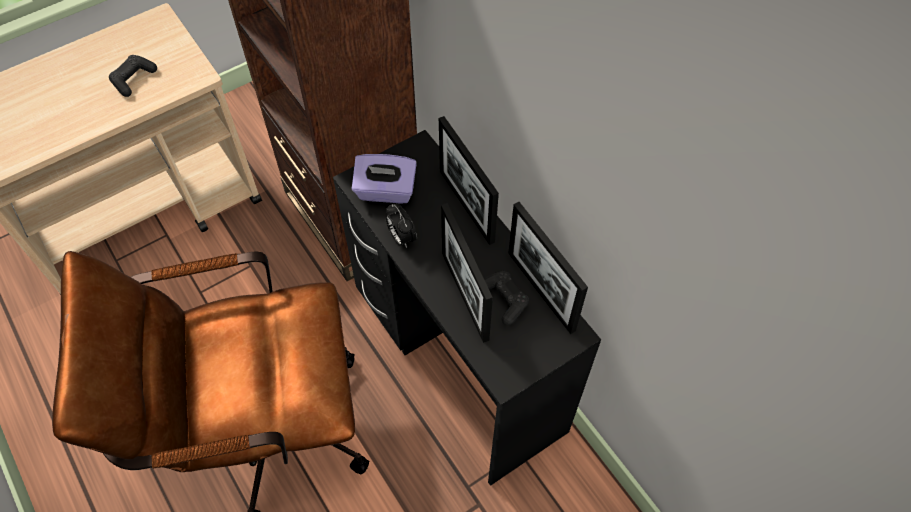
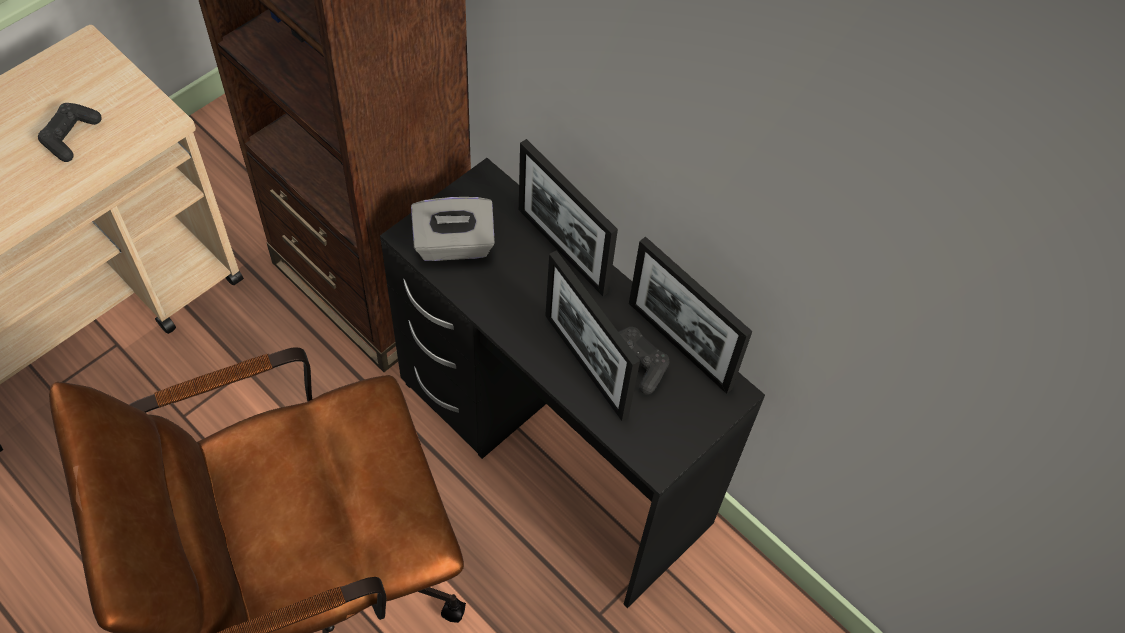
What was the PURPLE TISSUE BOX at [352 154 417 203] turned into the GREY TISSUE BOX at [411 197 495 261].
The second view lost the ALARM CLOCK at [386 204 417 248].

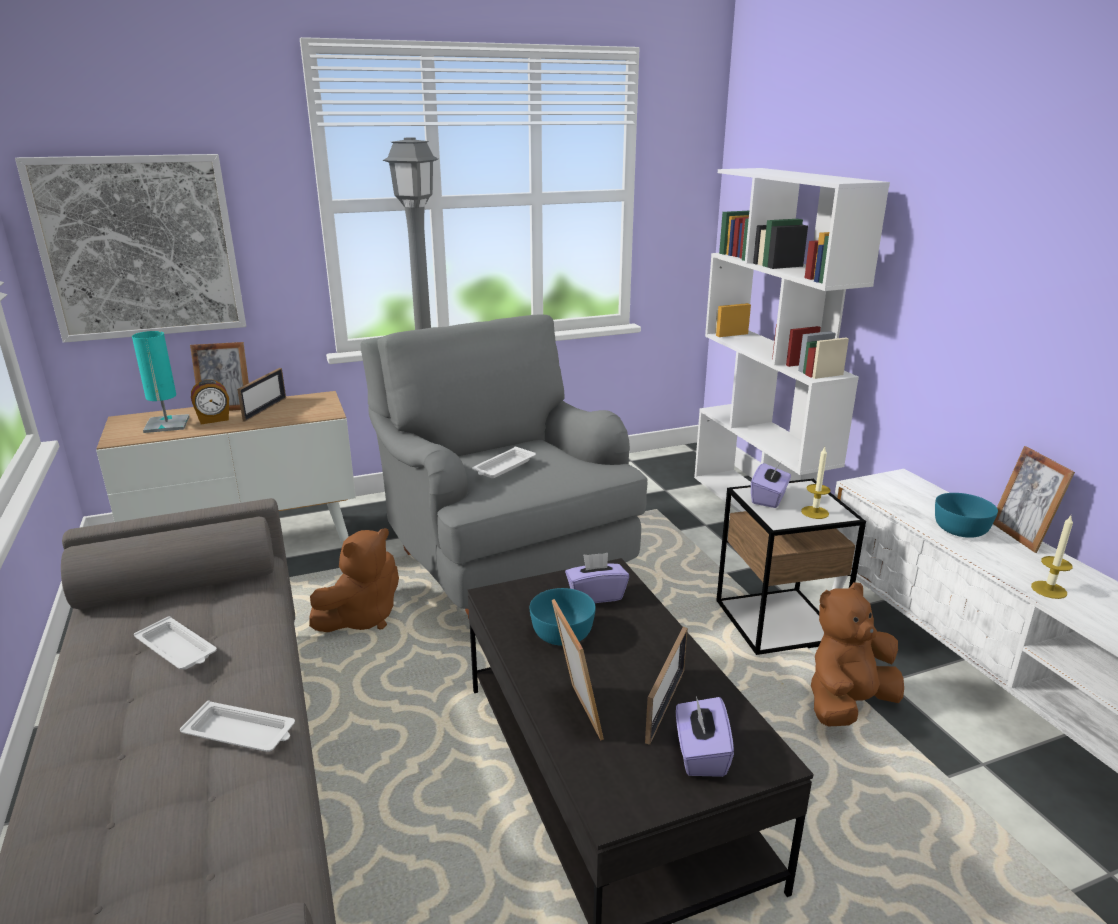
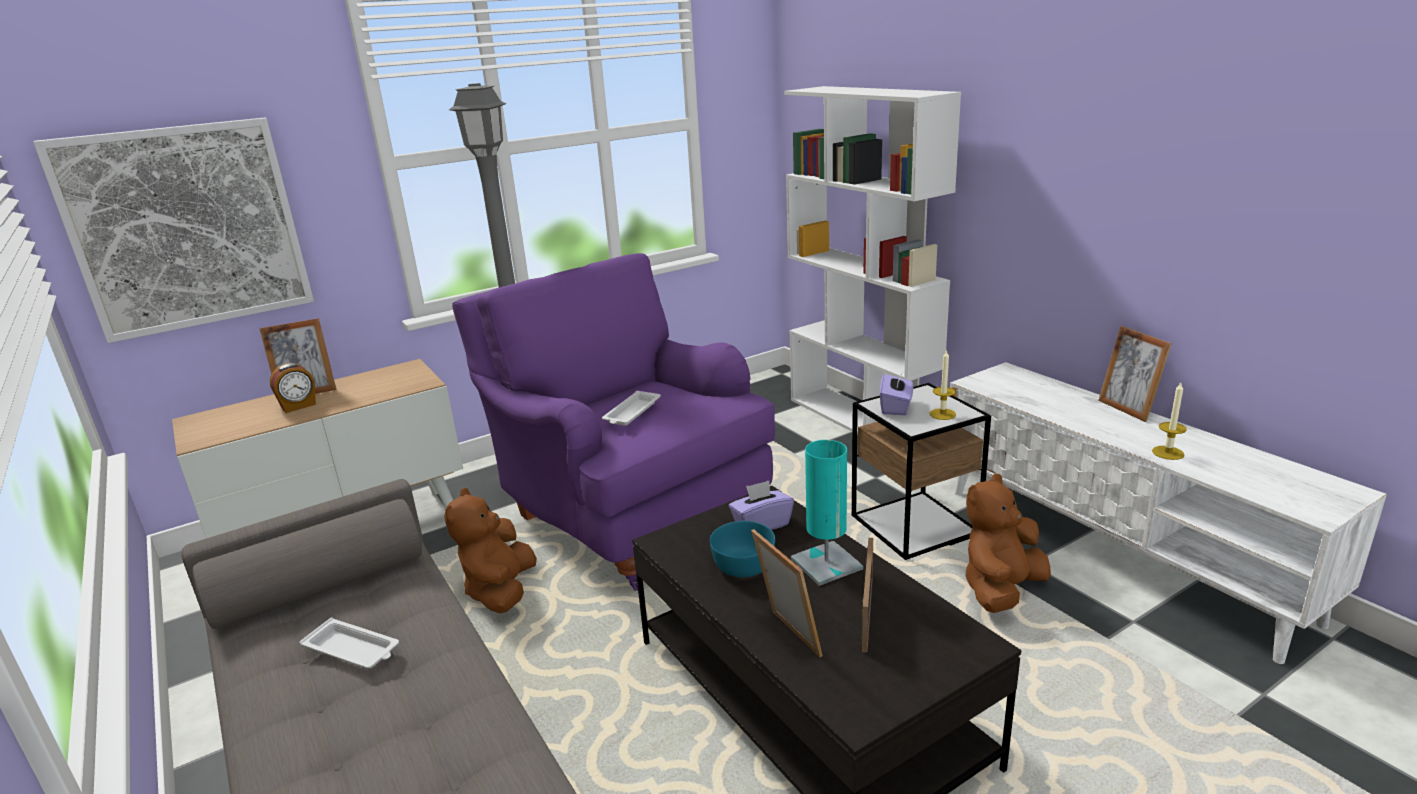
The BROWN PLUSH TOY at [309 528 399 632] ended up facing another way, 150 degrees clockwise from before.
What was the GREY ARMCHAIR at [361 314 648 619] turned into the PURPLE ARMCHAIR at [452 253 775 591].
The TURQUOISE TABLE LAMP ended up elsewhere, having gone from [132 331 190 433] to [791 440 863 586].
The second view lost the WHITE TRAY at [180 700 295 752].
The second view lost the PICTURE FRAME at [237 368 286 422].
The second view lost the PURPLE TISSUE BOX at [676 696 734 777].
The second view lost the TURQUOISE BOWL at [935 493 998 538].

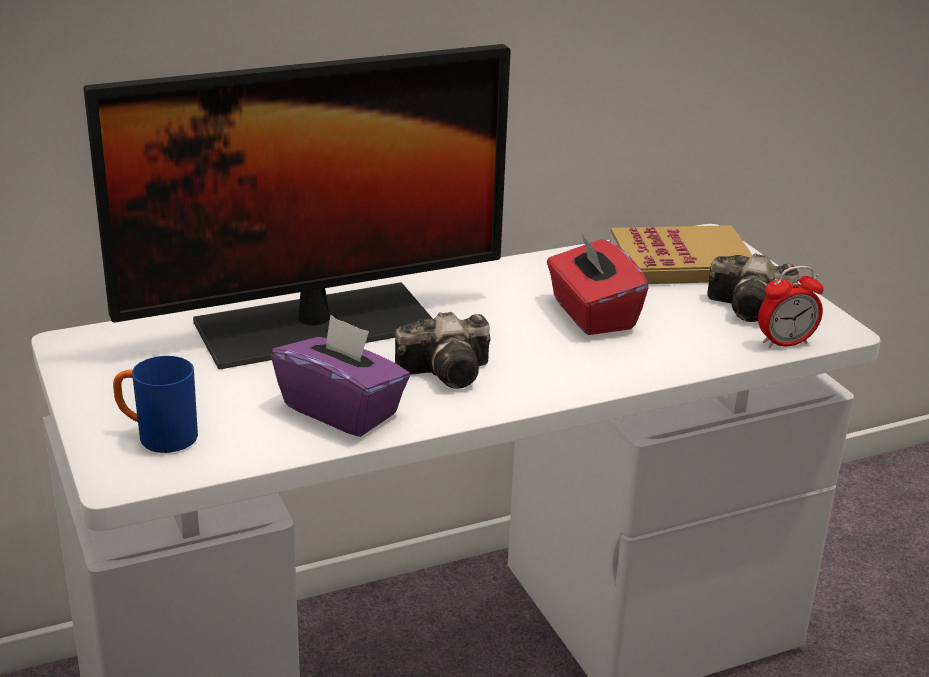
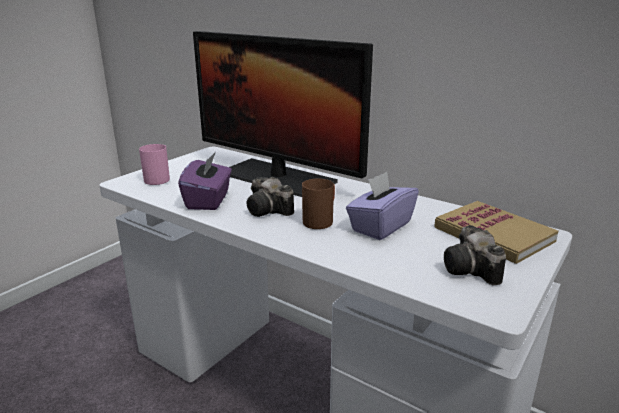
What was the BLUE MUG at [113 356 198 453] turned into the PINK MUG at [139 144 170 185].
The second view gained the BROWN MUG at [302 179 335 229].
What was the RED TISSUE BOX at [547 232 649 335] turned into the PURPLE TISSUE BOX at [346 172 419 240].
The second view lost the ALARM CLOCK at [758 266 824 349].

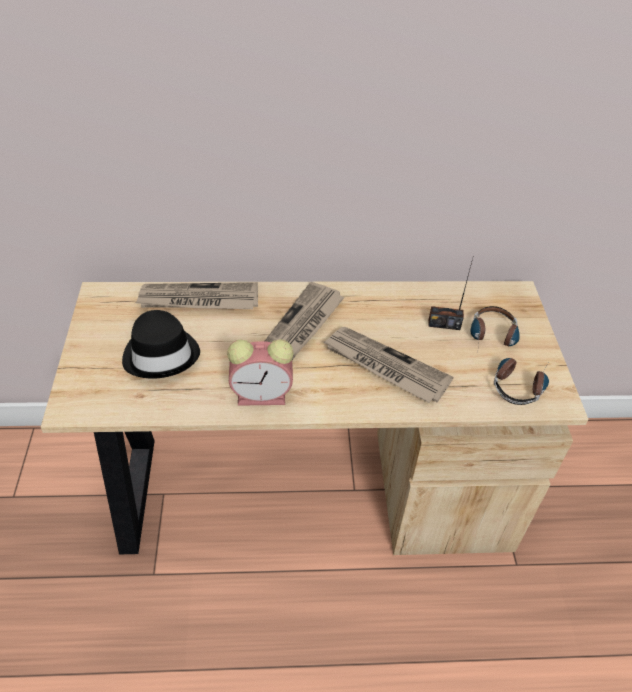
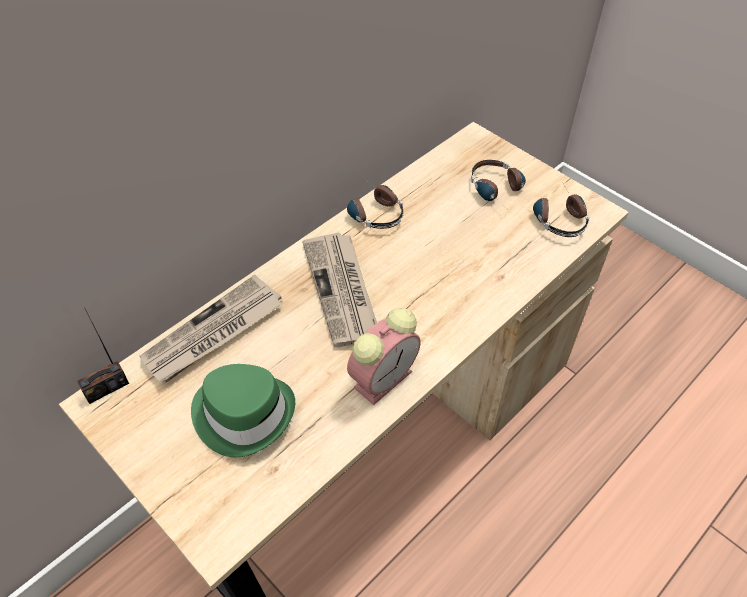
The RADIO ended up elsewhere, having gone from [428 258 473 330] to [77 309 129 404].
What was the BLACK HAT at [122 310 200 379] turned into the GREEN HAT at [191 364 295 457].
The second view gained the HEADPHONES at [347 179 404 229].
The second view lost the NEWSPAPER at [323 327 453 403].

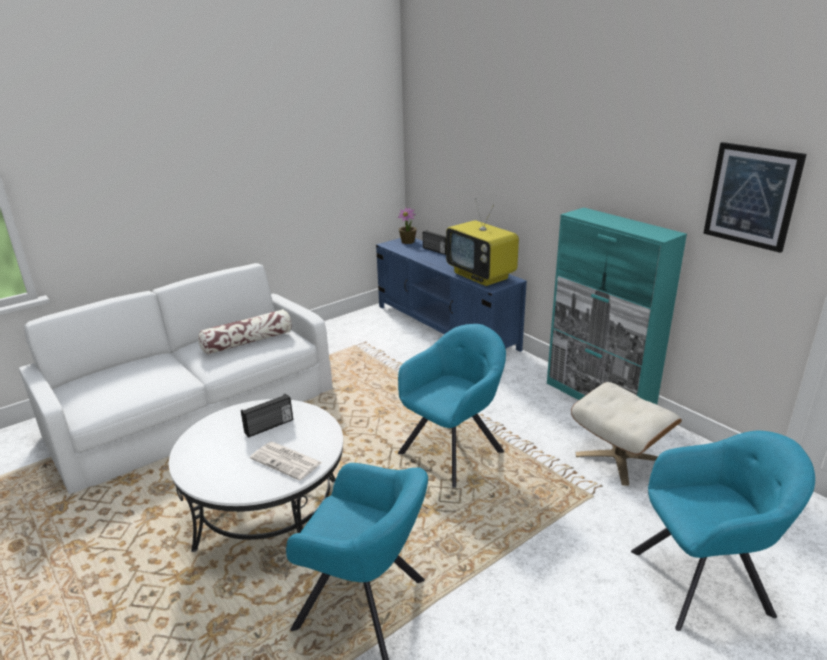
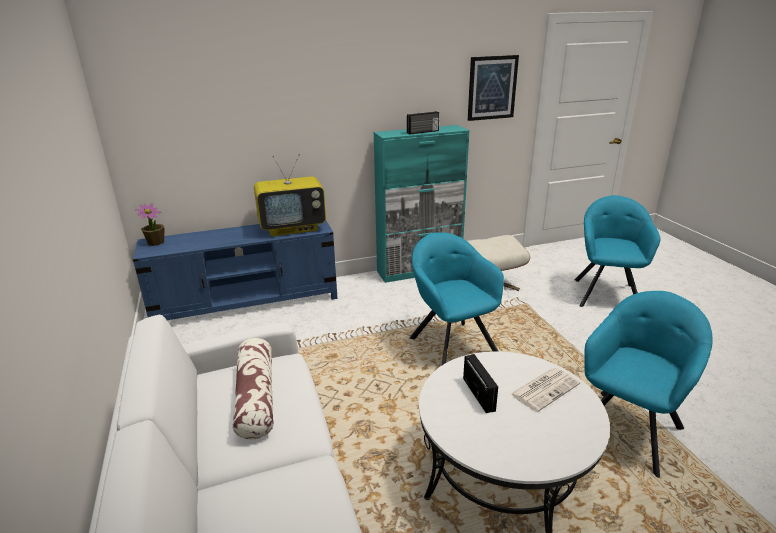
The RADIO ended up elsewhere, having gone from [423 230 446 255] to [407 111 439 134].

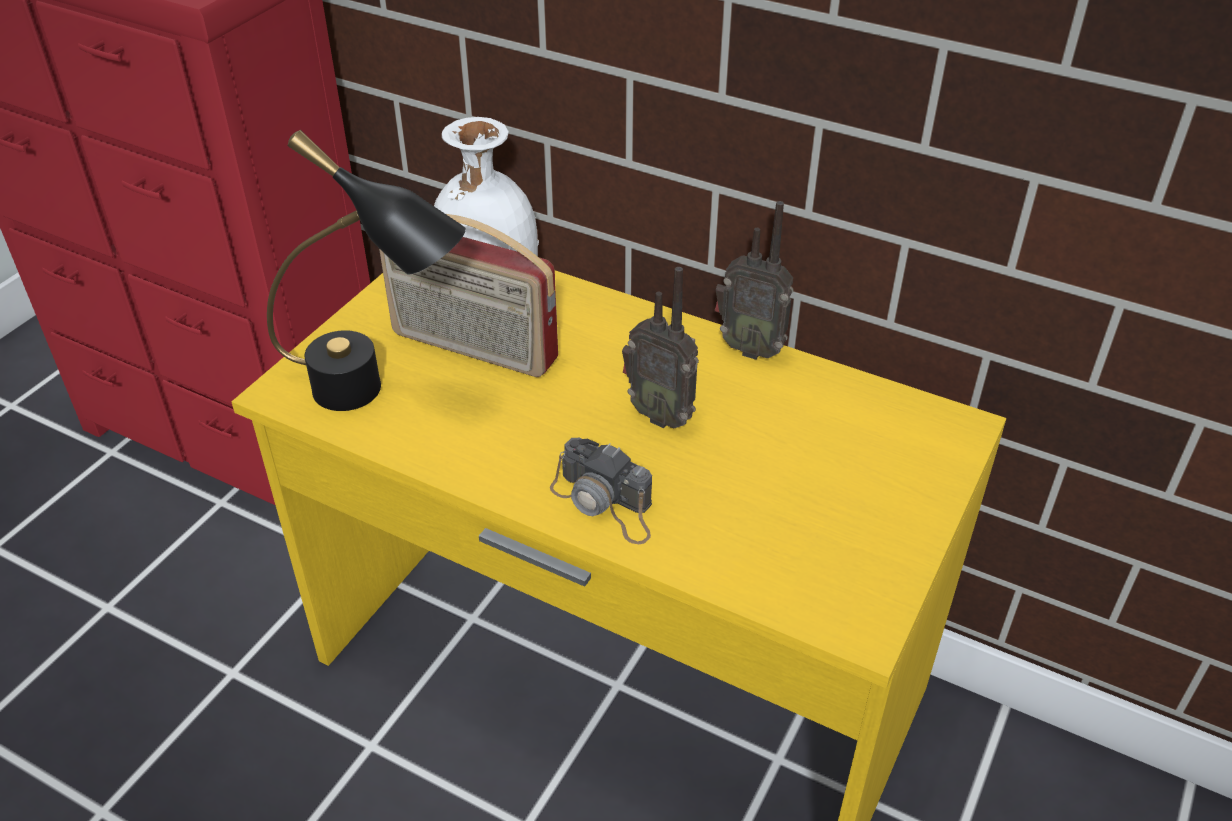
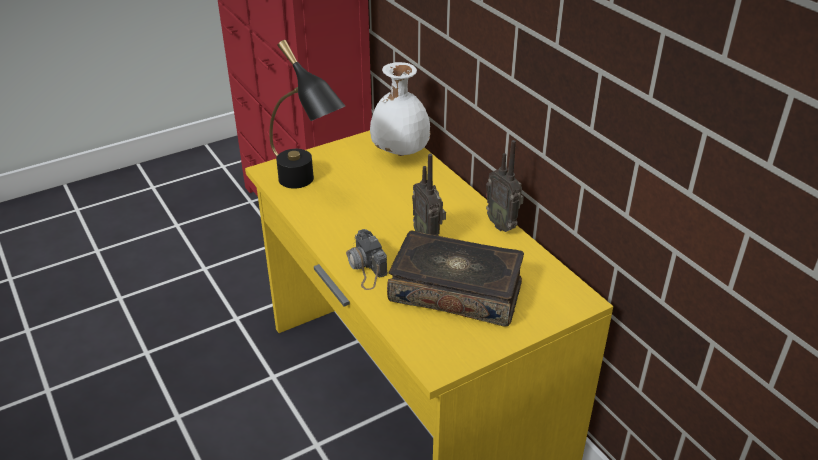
The second view gained the BOOK at [387 230 524 327].
The second view lost the RADIO at [379 214 558 377].

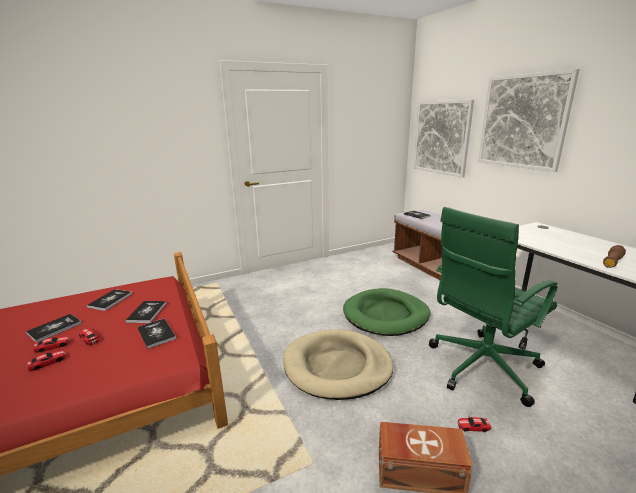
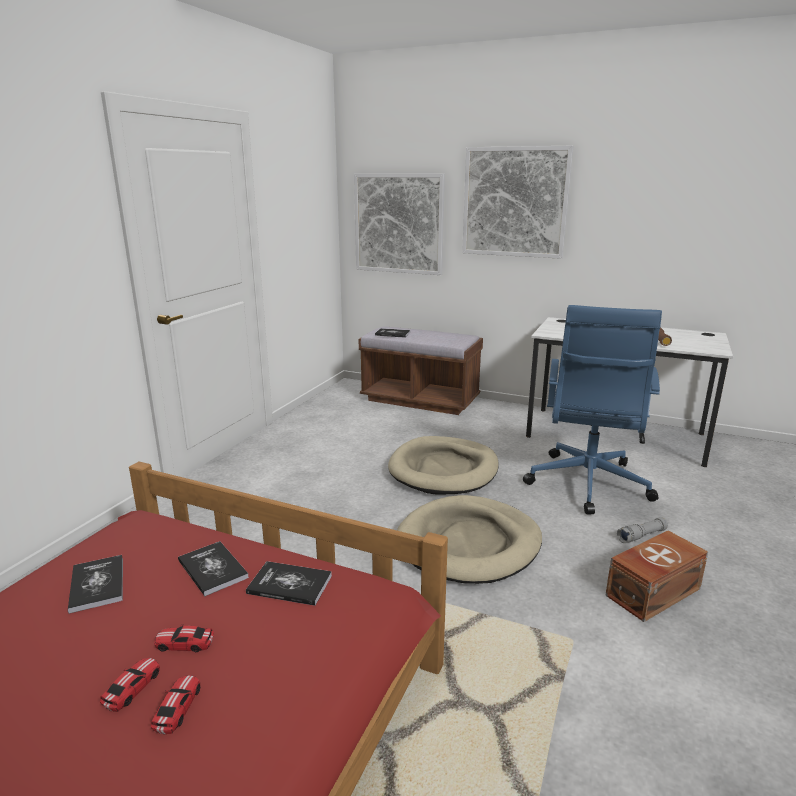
What was the GREEN DOG BED at [343 288 430 336] turned into the BEIGE DOG BED at [388 436 498 495].
What was the GREEN OFFICE CHAIR at [429 207 558 407] turned into the BLUE OFFICE CHAIR at [523 305 662 514].
Where the TOY CAR stood at [458 416 491 432], the GREY FLASHLIGHT came to stand at [617 518 668 543].
The second view lost the BOOK at [26 314 82 343].

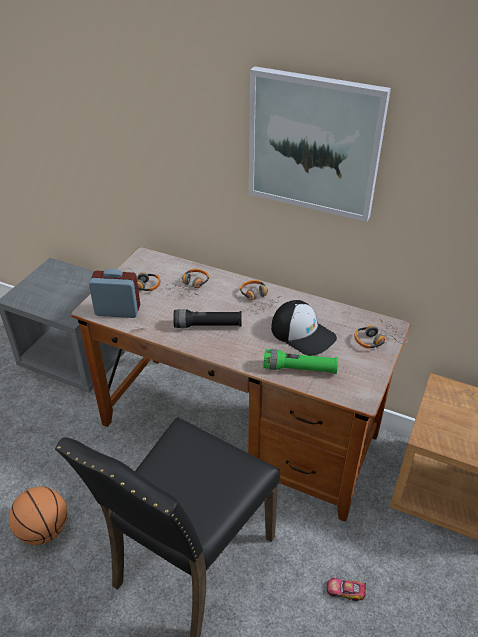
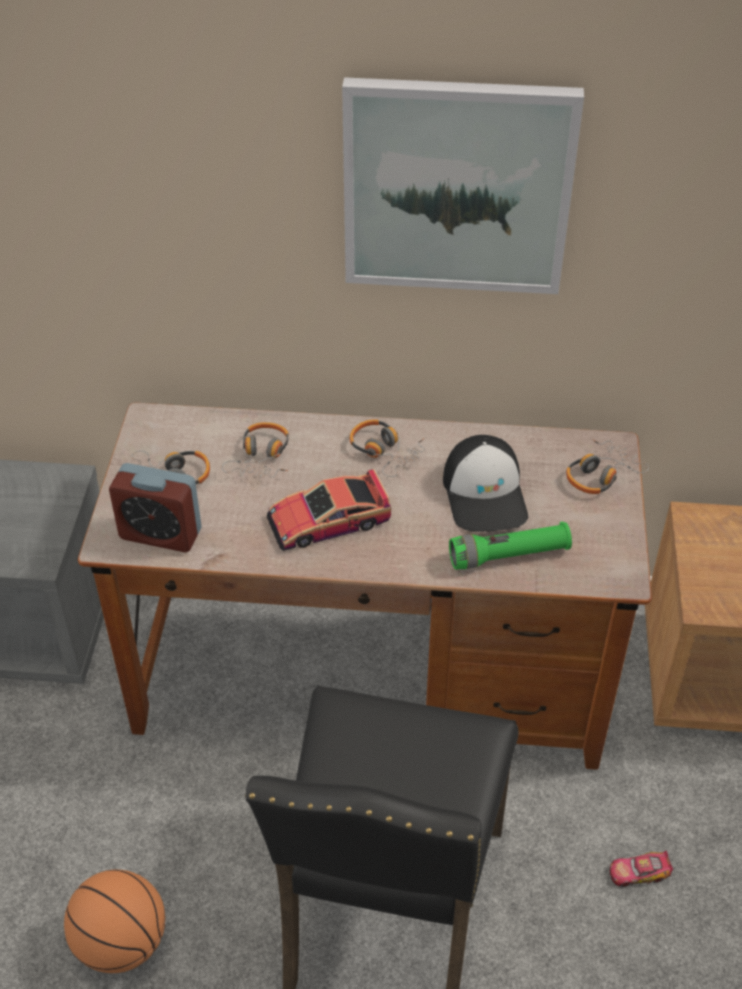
The ALARM CLOCK at [89 269 140 318] ended up facing another way, 150 degrees counterclockwise from before.
Where the BLACK FLASHLIGHT stood at [173 309 242 328], the TOY CAR came to stand at [267 469 391 551].
The CAP at [271 300 337 355] ended up facing another way, 60 degrees clockwise from before.

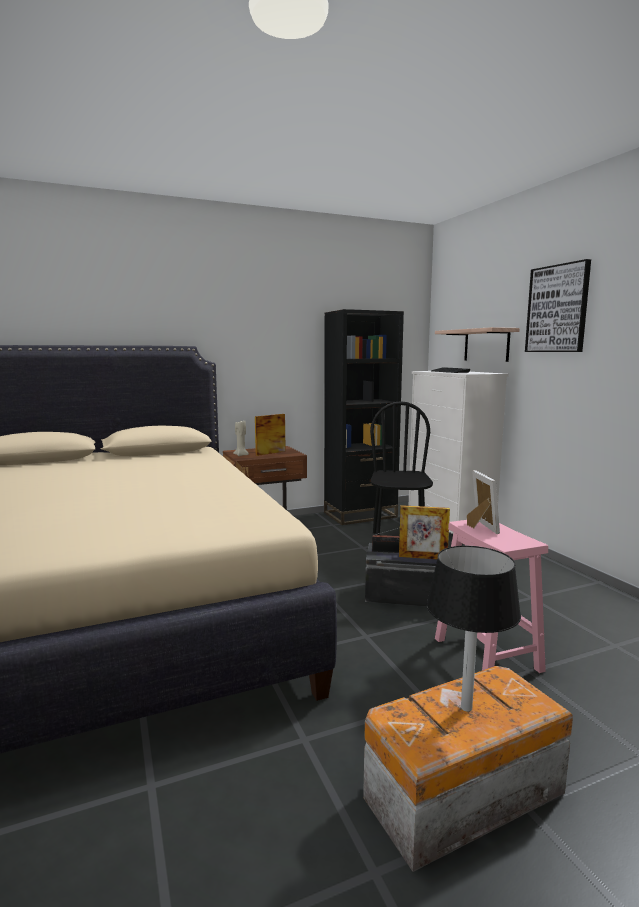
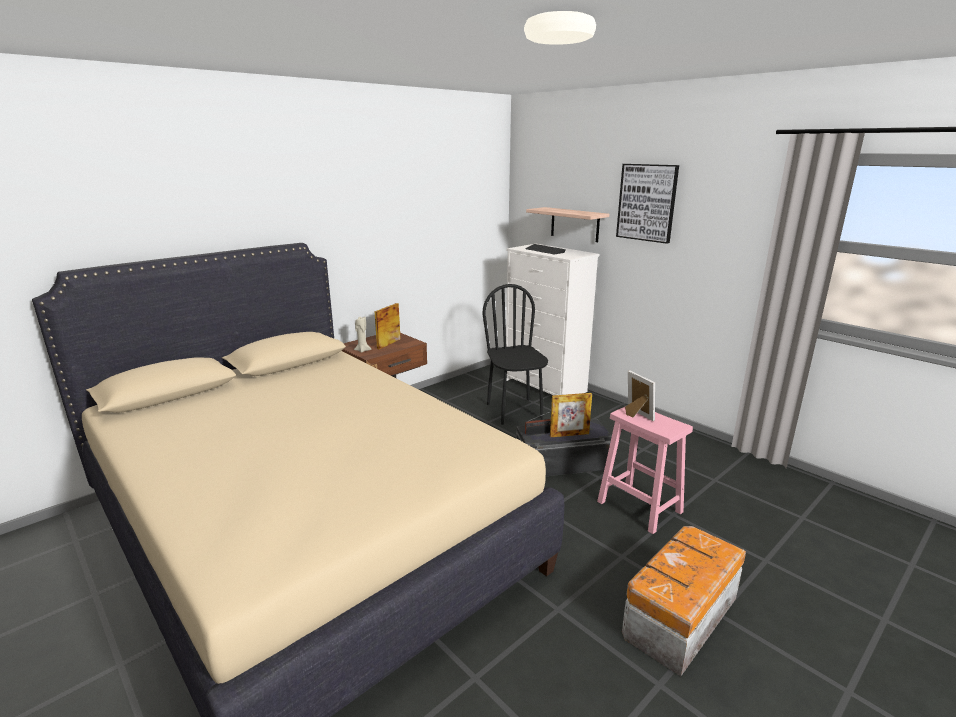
The second view lost the BLACK BOOKCASE at [324 309 404 525].
The second view lost the BLACK TABLE LAMP at [426 546 521 712].

